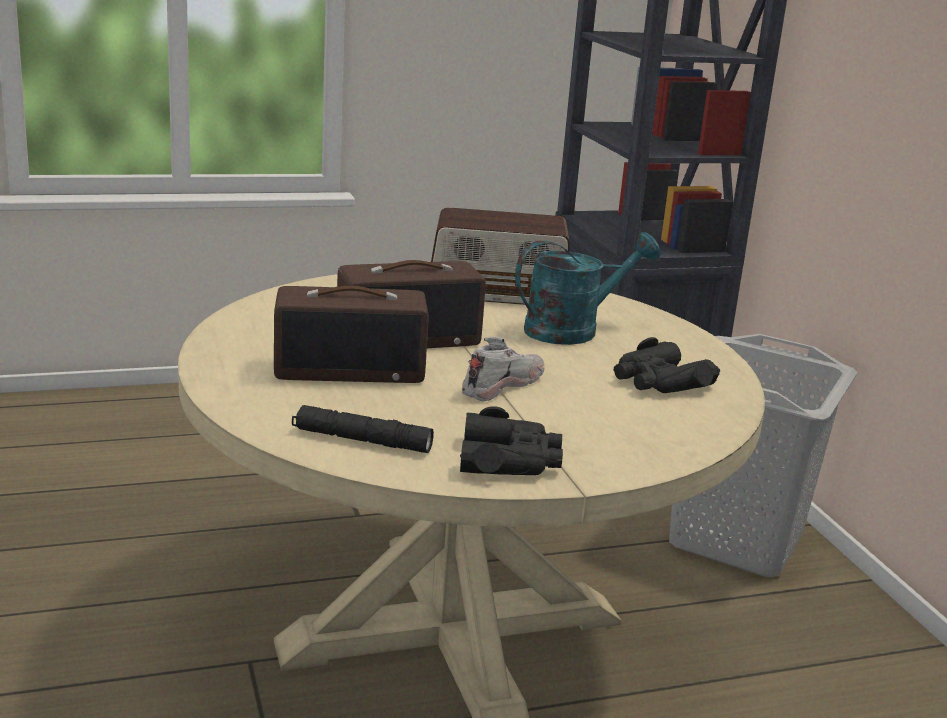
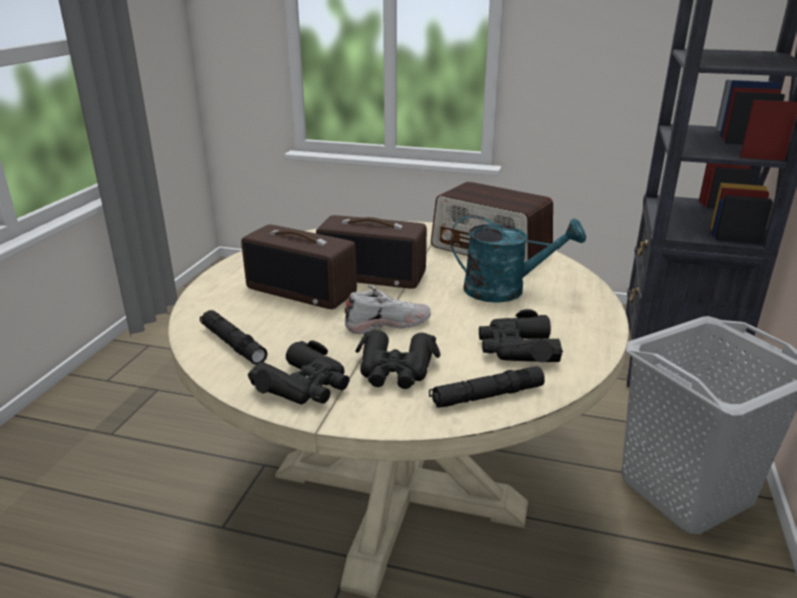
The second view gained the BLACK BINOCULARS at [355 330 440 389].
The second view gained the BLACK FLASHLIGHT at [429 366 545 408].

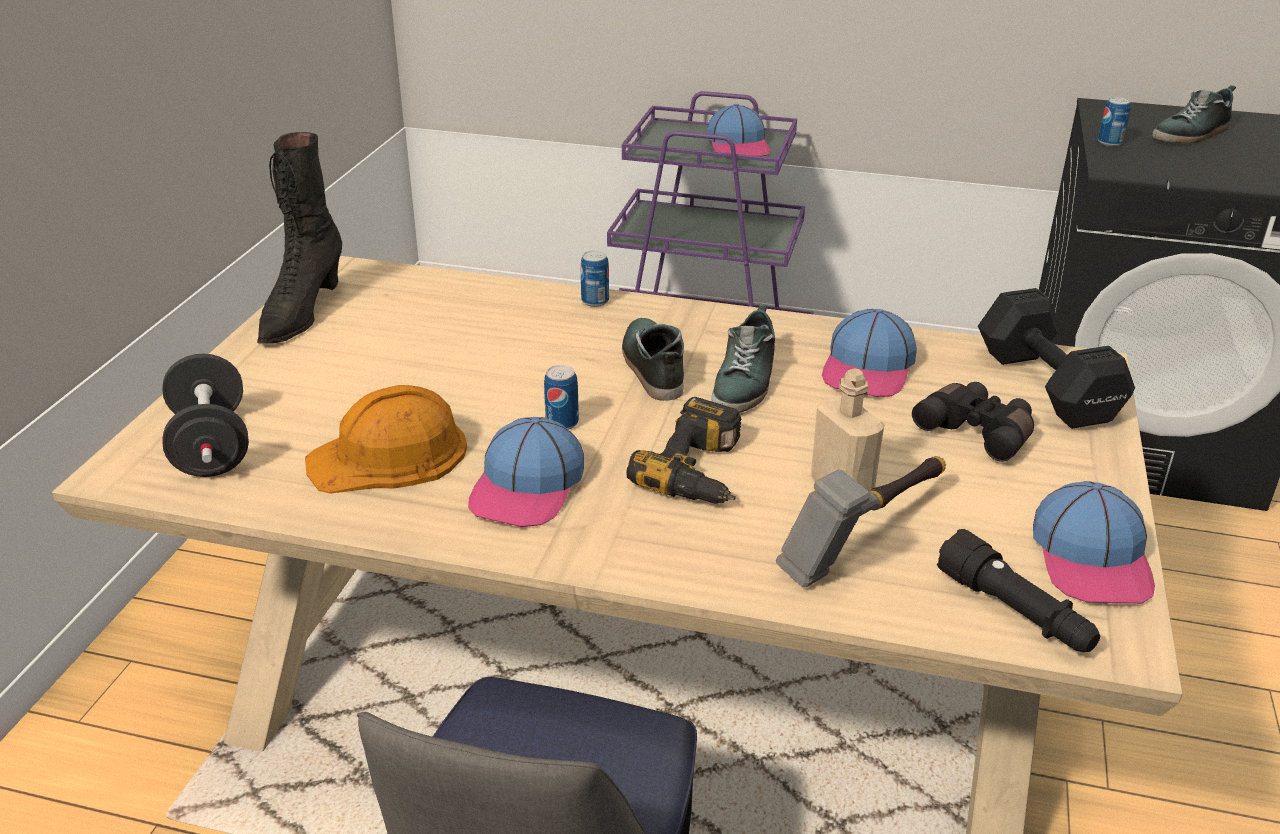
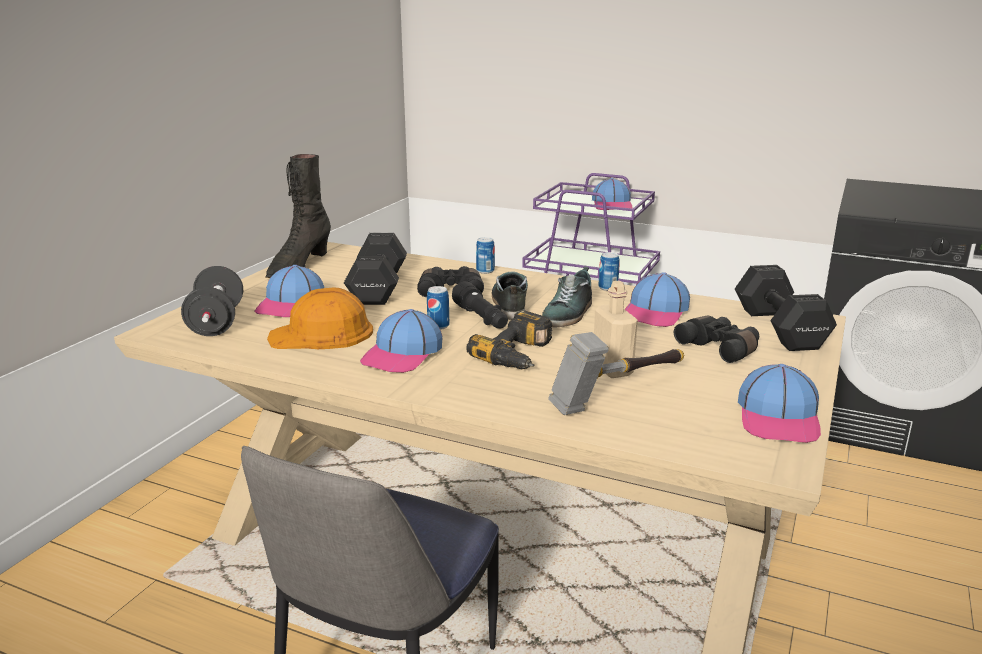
The second view gained the CAP at [254 265 324 317].
The second view gained the BLACK DUMBBELL at [344 233 407 305].
The second view gained the BLACK BINOCULARS at [417 266 484 297].
The BLACK FLASHLIGHT ended up elsewhere, having gone from [937 529 1100 652] to [452 281 508 329].
The CAN ended up elsewhere, having gone from [1098 97 1131 146] to [598 252 620 291].
The second view lost the SHOE at [1152 85 1236 143].

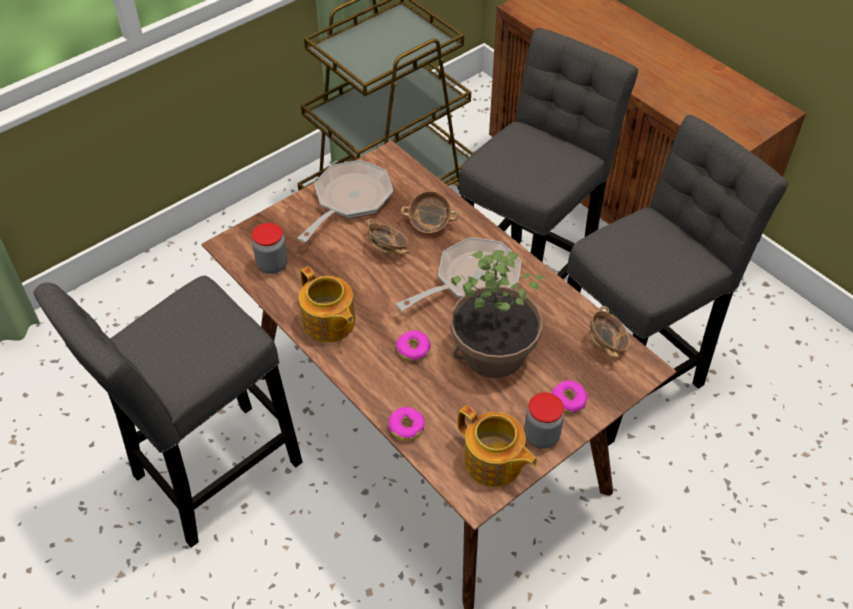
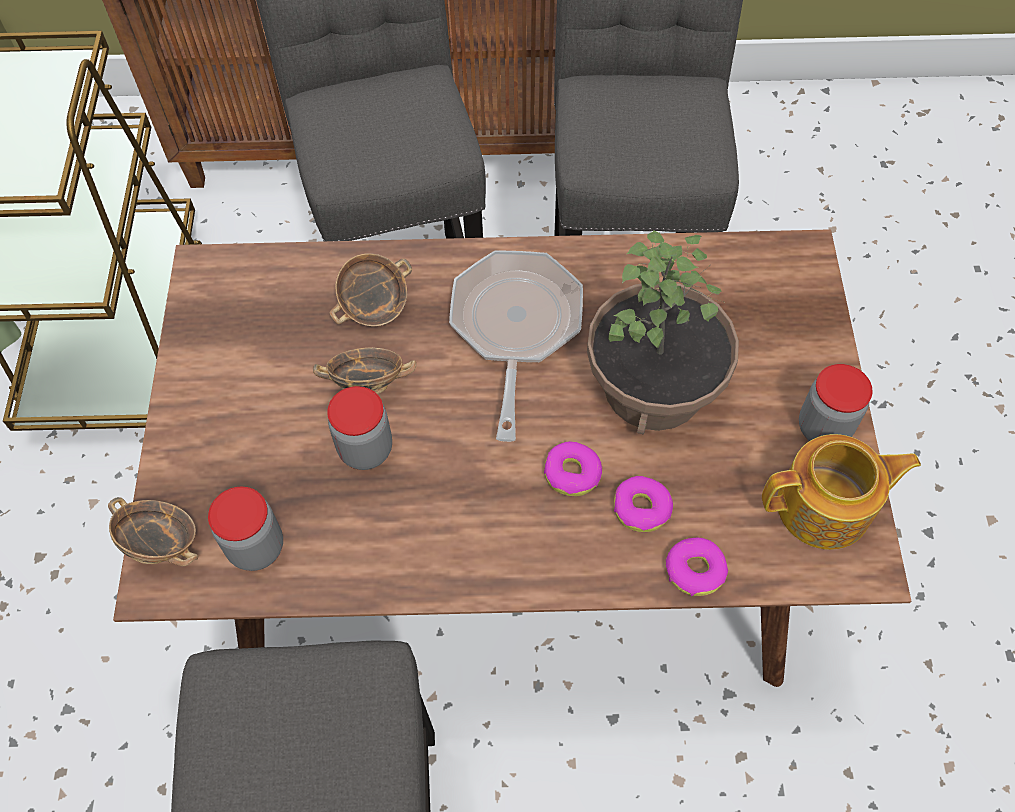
The BOWL ended up elsewhere, having gone from [590 306 630 359] to [108 497 198 566].
The second view gained the JAR at [327 386 392 470].
The DONUT ended up elsewhere, having gone from [552 380 587 414] to [614 476 673 532].
The second view lost the FRYING PAN at [298 160 393 242].
The second view lost the TEAPOT at [299 266 356 343].

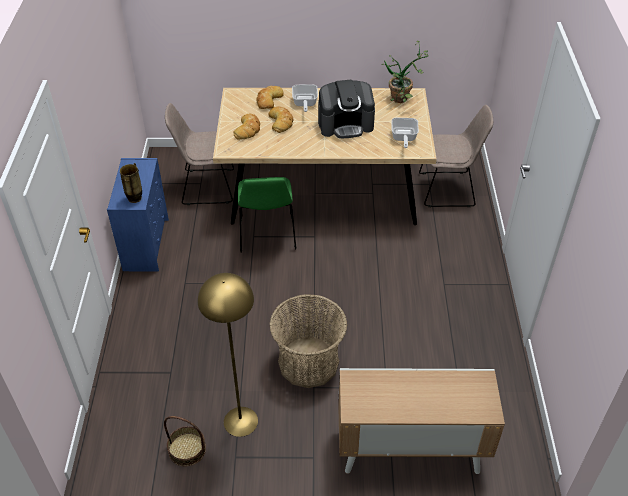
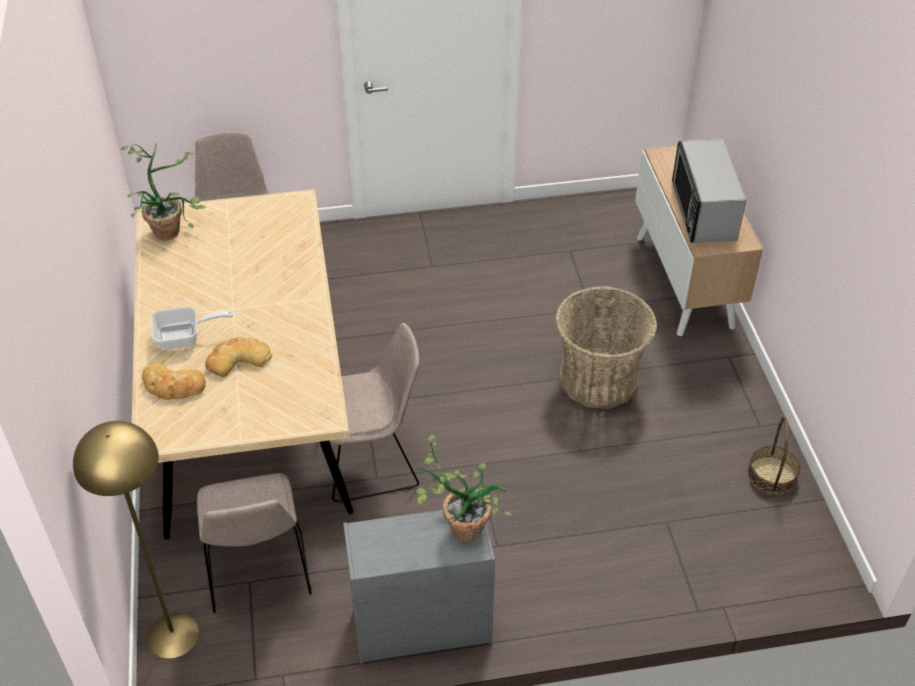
The YELLOW FLOOR LAMP ended up elsewhere, having gone from [198 273 258 437] to [73 421 199 658].
What was the GREEN CHAIR at [238 177 296 253] turned into the BEIGE CHAIR at [329 323 420 503].
What was the BLUE DRESSER at [107 158 169 271] turned into the GREY DRESSER at [343 510 495 664].
Where the VASE stood at [120 163 142 203], the POTTED PLANT came to stand at [415 435 511 542].
The second view gained the MICROWAVE at [672 139 746 243].
The second view lost the BREAD at [233 114 260 140].
The second view lost the COFFEE MACHINE at [318 80 375 138].
The second view lost the FRYING PAN at [391 118 419 148].

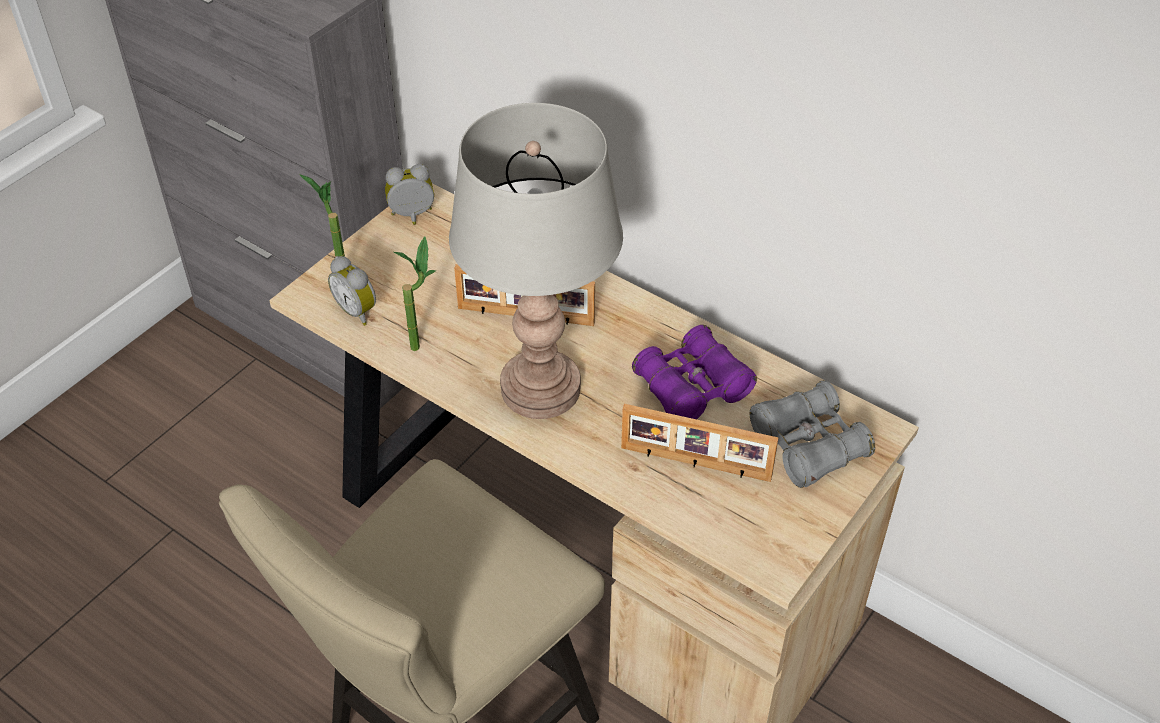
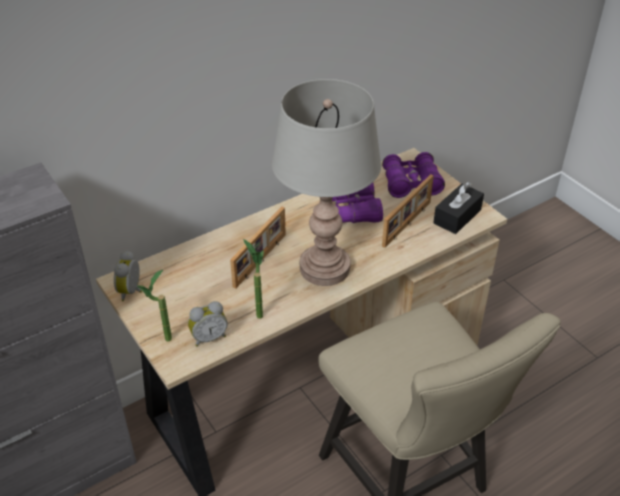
What was the GREY BINOCULARS at [750 380 875 488] turned into the PURPLE BINOCULARS at [382 152 445 198].
The second view gained the BLACK TISSUE BOX at [433 182 484 234].

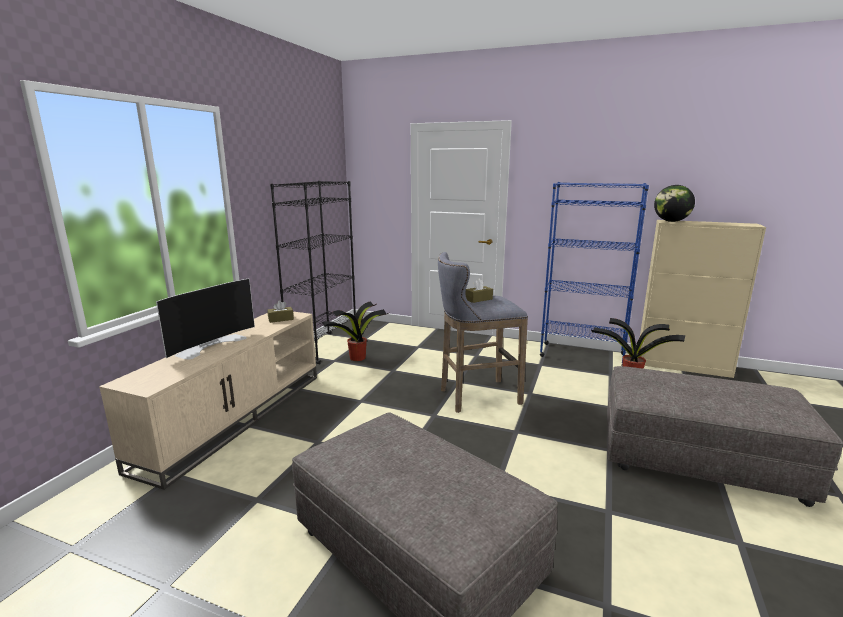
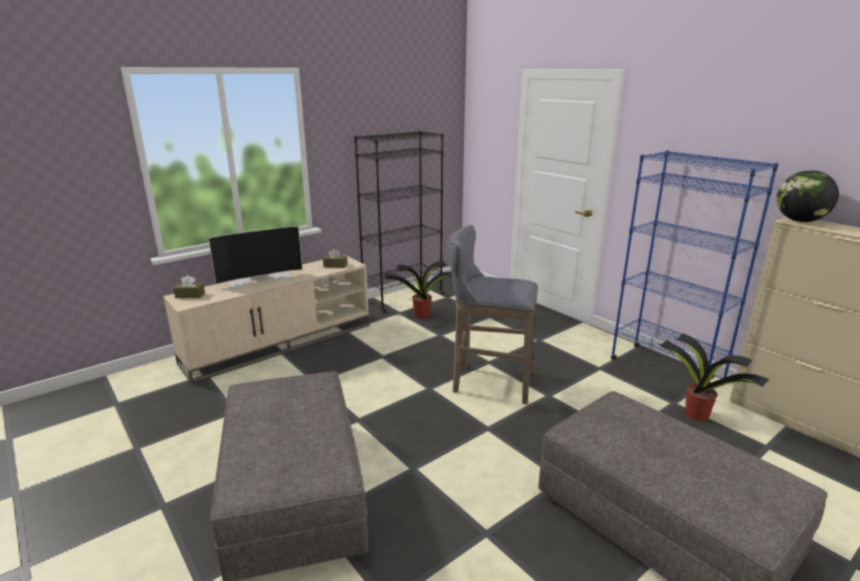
The BROWN TISSUE BOX ended up elsewhere, having gone from [466 279 493 303] to [173 275 205 298].

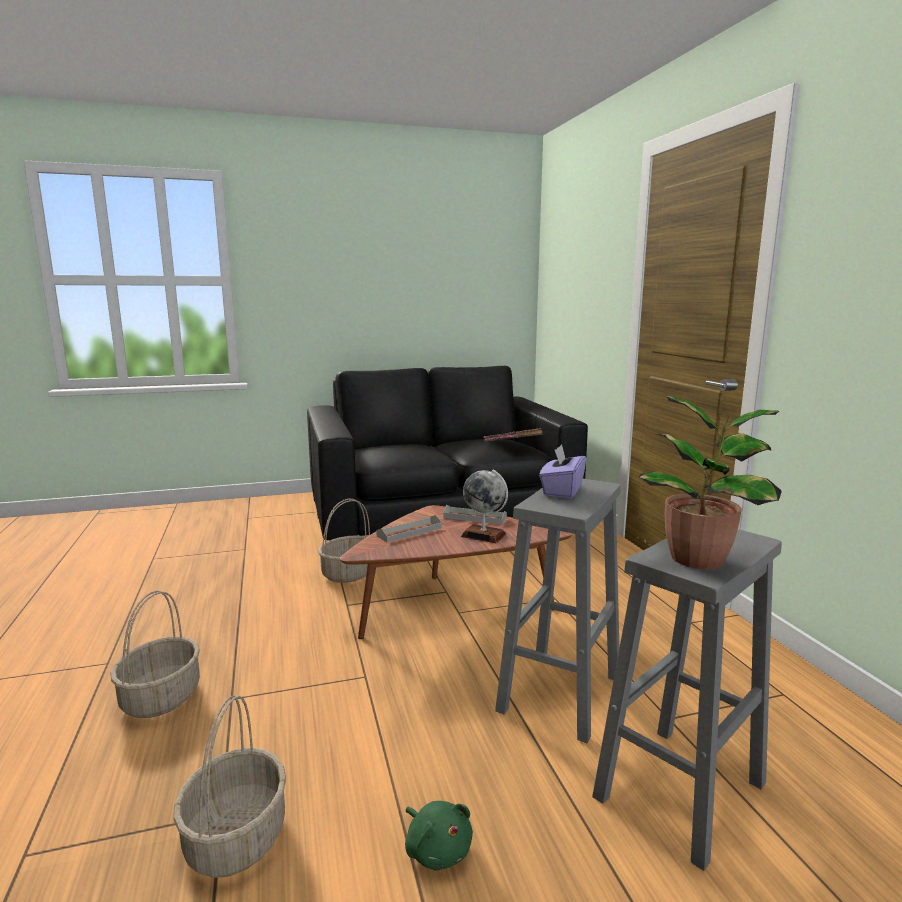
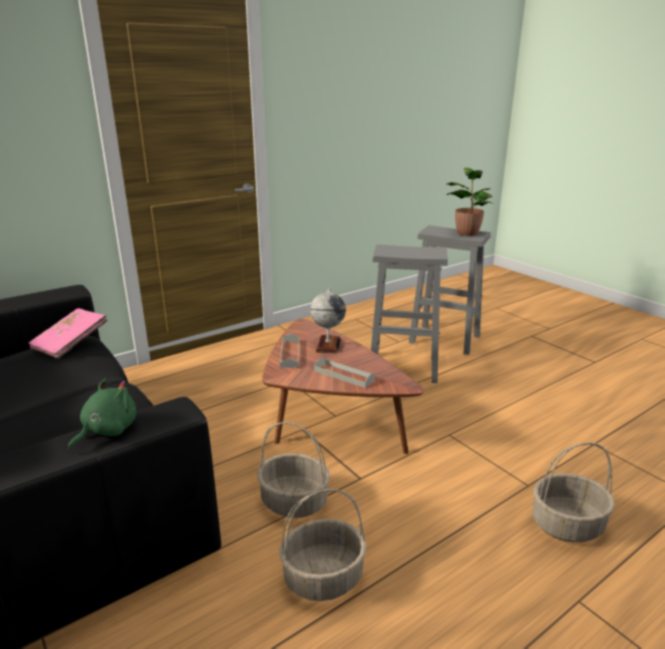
The GREEN PLUSH TOY ended up elsewhere, having gone from [405 801 473 870] to [68 379 136 450].
The BASKET ended up elsewhere, having gone from [173 695 286 878] to [279 489 367 601].
The second view lost the PURPLE TISSUE BOX at [539 444 586 499].

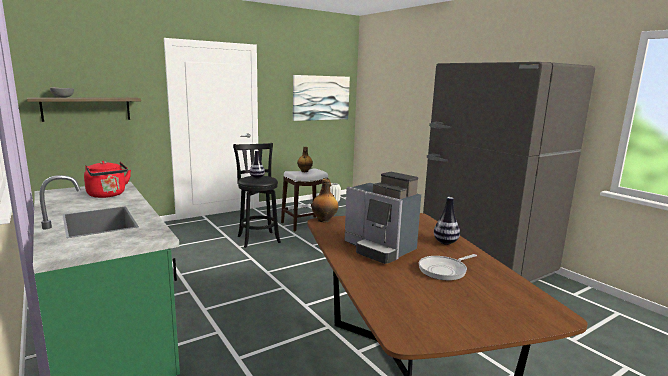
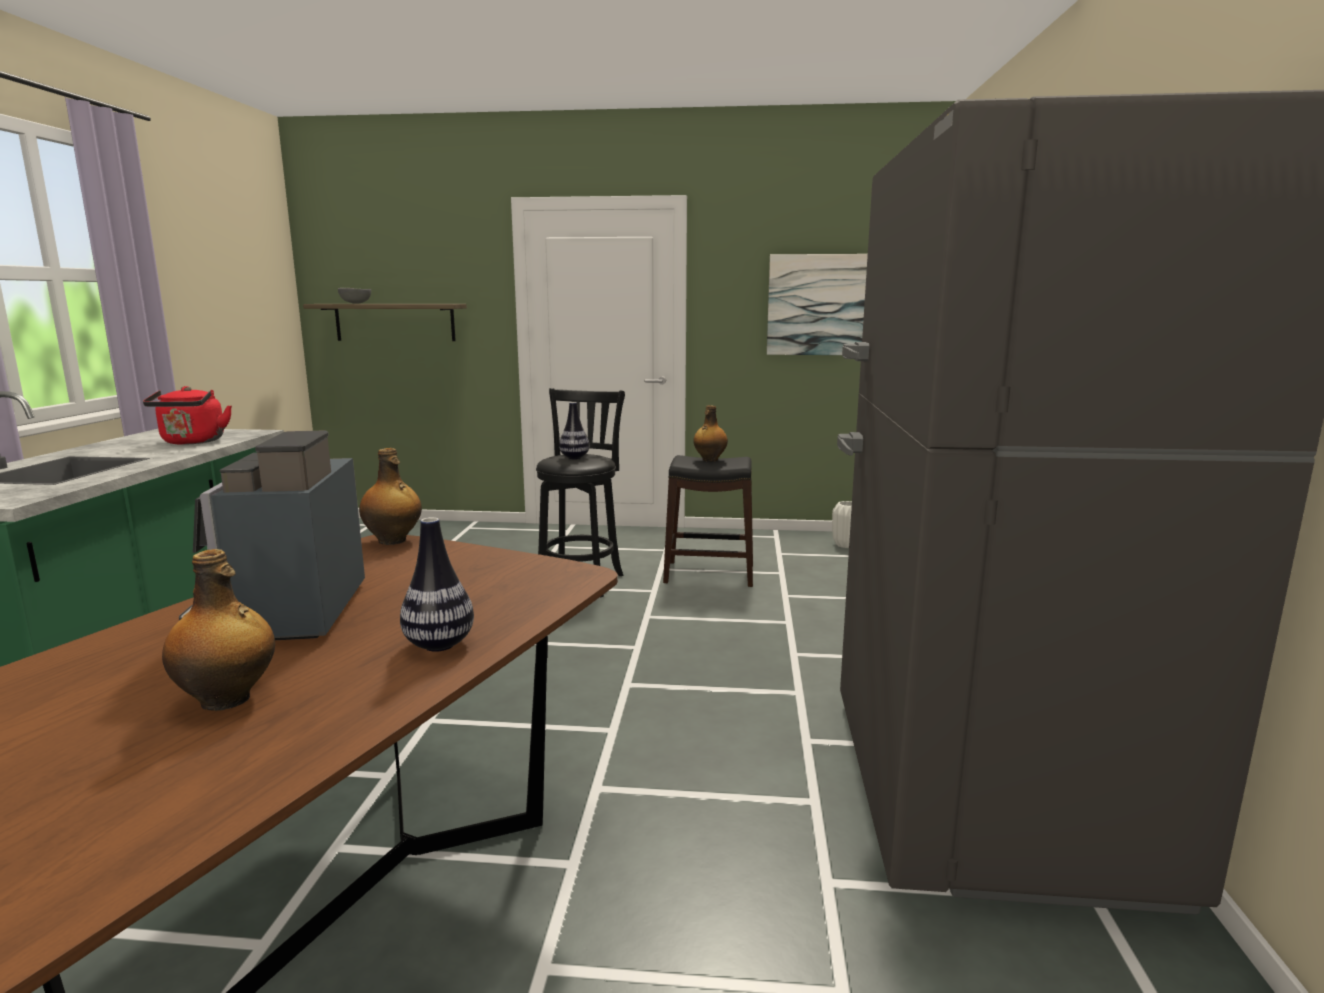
Where the FRYING PAN stood at [419 254 477 281], the BOTTLE came to stand at [162 549 275 711].
What was the WHITE STOOL at [281 168 328 232] turned into the BLACK STOOL at [663 455 753 587].

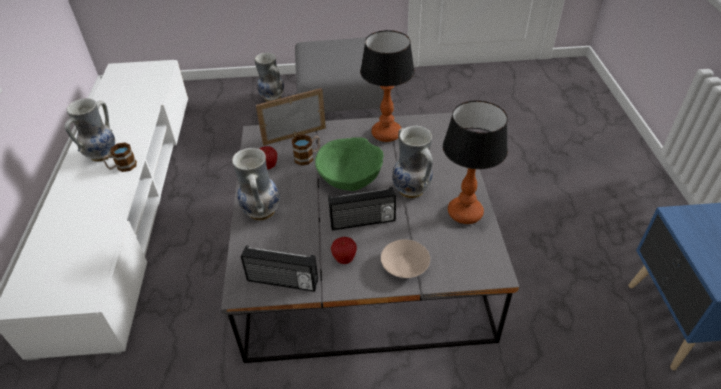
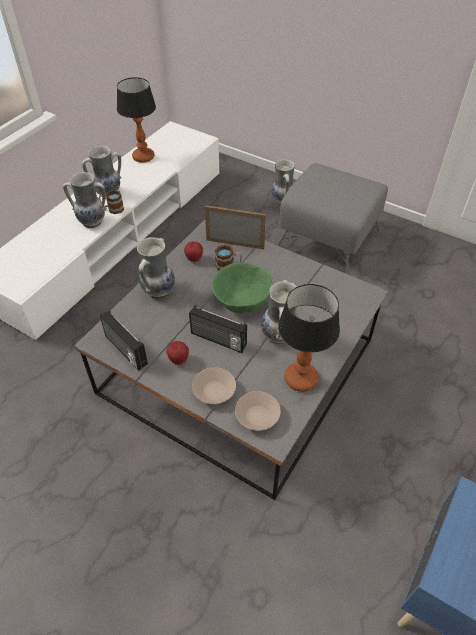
The second view gained the VASE at [63 172 107 228].
The TABLE LAMP ended up elsewhere, having gone from [360 30 415 142] to [117 77 156 163].
The second view gained the BEIGE BOWL at [235 391 281 431].

